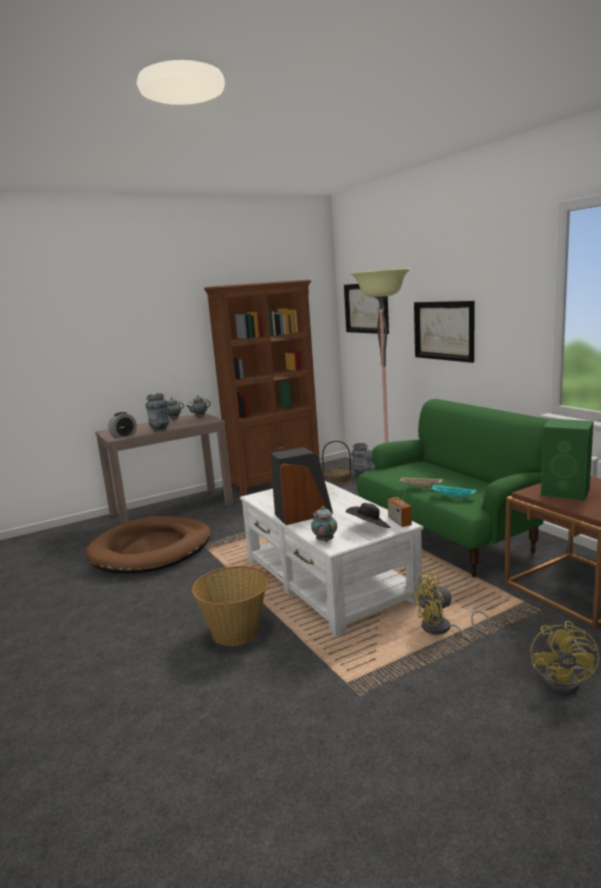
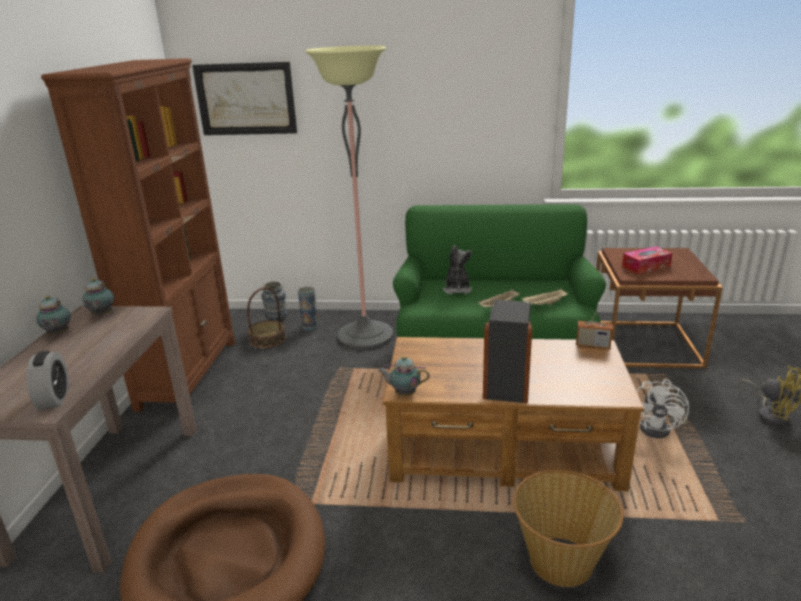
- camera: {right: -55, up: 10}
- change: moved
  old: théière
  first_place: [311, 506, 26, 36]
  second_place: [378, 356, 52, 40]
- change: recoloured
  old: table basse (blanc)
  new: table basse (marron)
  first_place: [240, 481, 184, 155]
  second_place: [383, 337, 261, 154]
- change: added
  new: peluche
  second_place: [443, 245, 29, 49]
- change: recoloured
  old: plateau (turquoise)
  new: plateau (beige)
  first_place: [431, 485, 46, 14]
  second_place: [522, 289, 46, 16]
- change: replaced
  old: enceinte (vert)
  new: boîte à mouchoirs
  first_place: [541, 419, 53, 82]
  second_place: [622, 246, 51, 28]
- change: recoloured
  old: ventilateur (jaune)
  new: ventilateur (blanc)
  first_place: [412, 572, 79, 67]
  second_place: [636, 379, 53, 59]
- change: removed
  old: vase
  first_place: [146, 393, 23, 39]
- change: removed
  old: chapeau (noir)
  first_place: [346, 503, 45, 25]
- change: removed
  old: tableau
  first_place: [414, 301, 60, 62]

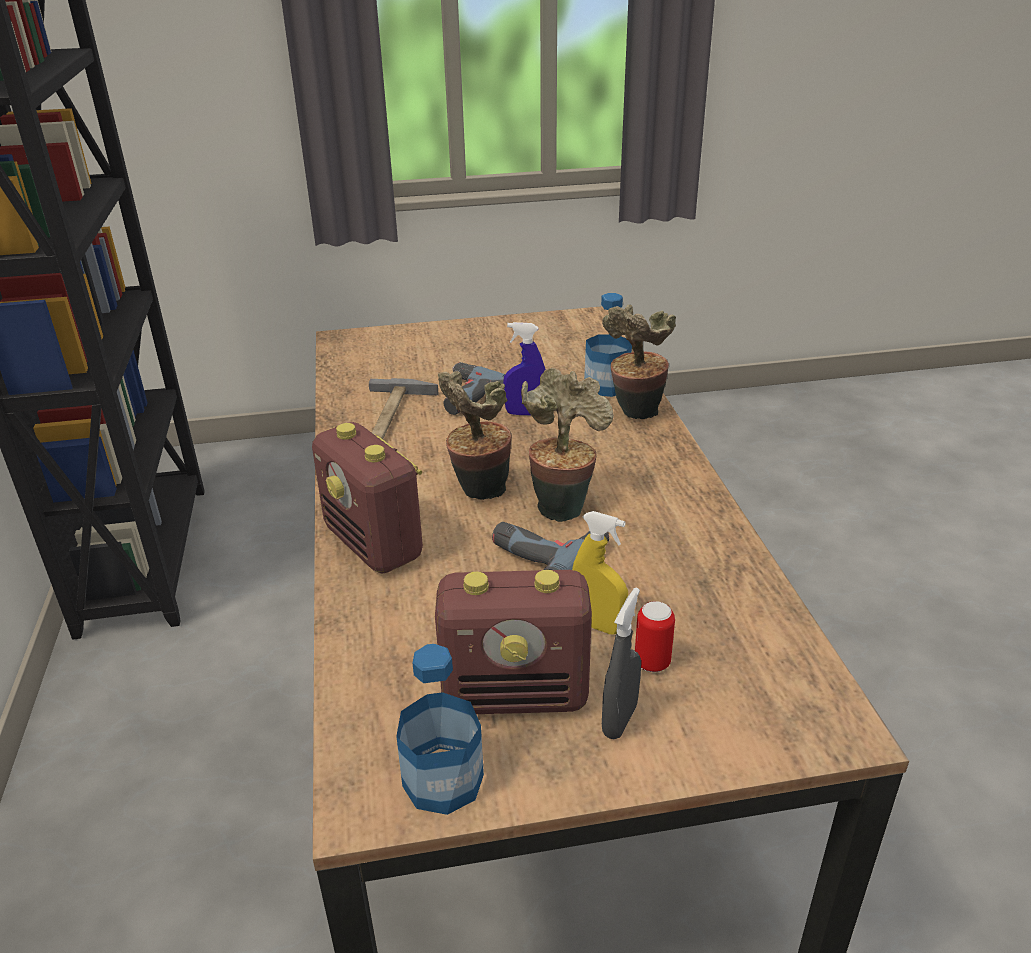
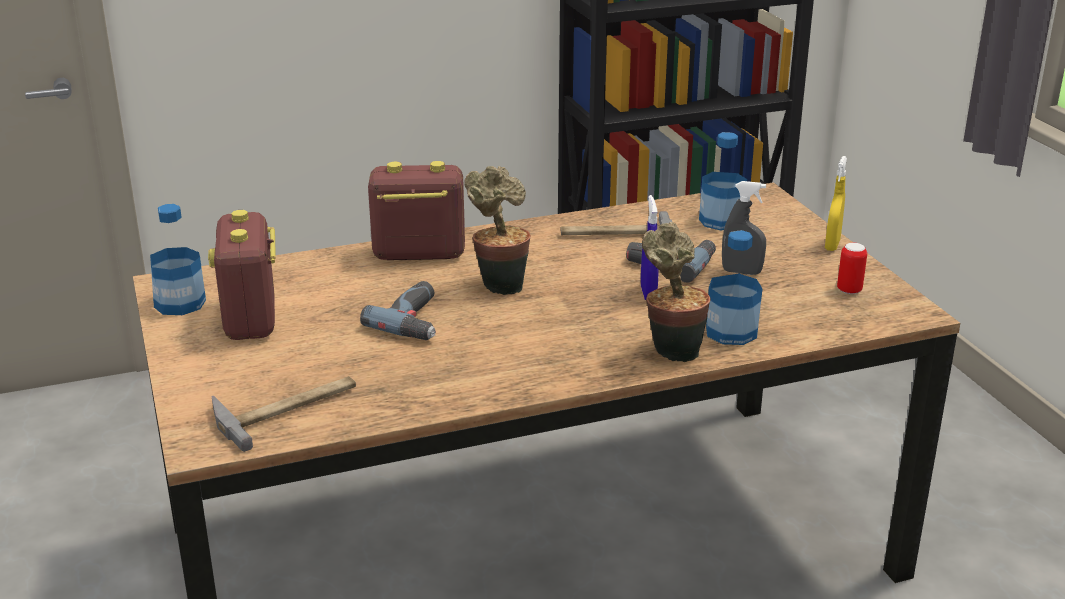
- camera: {right: 80, up: -5}
- change: added
  new: marteau
  second_place: [212, 376, 144, 76]
- change: turned
  old: radio
  first_place: [312, 422, 111, 152]
  second_place: [368, 161, 97, 99]
  degrees: 45
- change: added
  new: bouteille
  second_place: [699, 132, 48, 99]
- change: moved
  old: vaporisateur (gris)
  first_place: [602, 588, 39, 151]
  second_place: [722, 181, 44, 94]
- change: moved
  old: vaporisateur (jaune)
  first_place: [572, 511, 56, 124]
  second_place: [825, 156, 22, 95]
- change: moved
  old: boîte métallique
  first_place: [635, 601, 40, 71]
  second_place: [837, 243, 30, 51]
- change: removed
  old: plante en pot
  first_place: [521, 368, 93, 154]

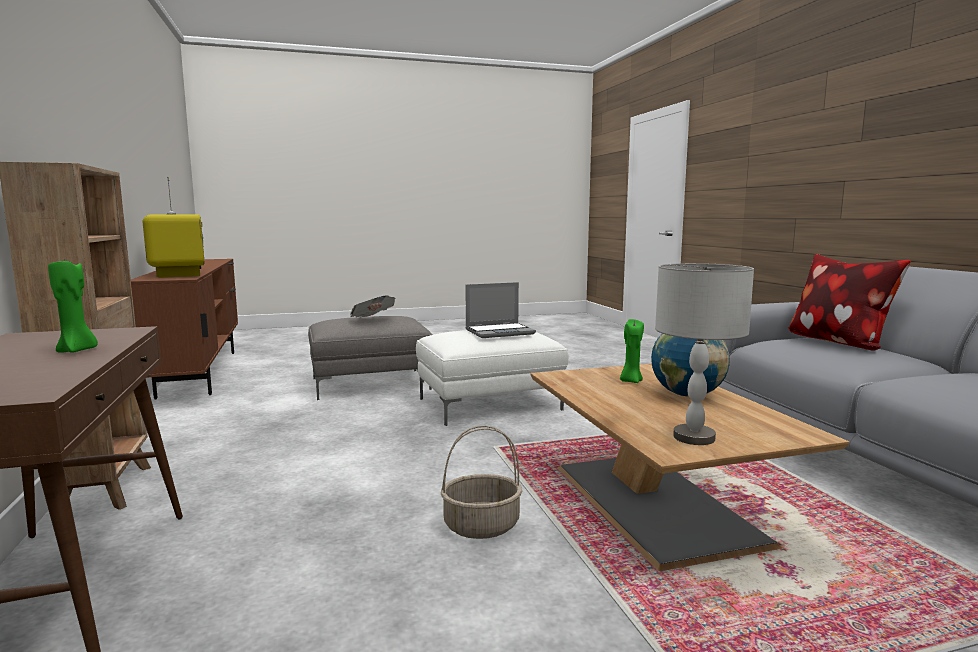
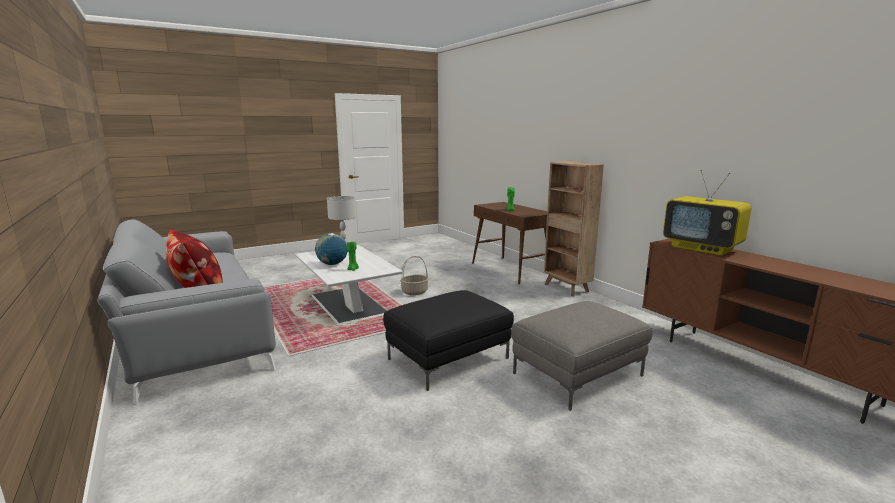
- camera: {right: 165, up: 5}
- change: recoloured
  old: table basse (marron)
  new: table basse (blanc)
  first_place: [530, 364, 319, 207]
  second_place: [295, 245, 108, 80]
- change: recoloured
  old: pouf (blanc)
  new: pouf (noir)
  first_place: [416, 330, 153, 96]
  second_place: [383, 290, 131, 101]
- change: removed
  old: journal
  first_place: [350, 295, 46, 22]
- change: removed
  old: ordinateur portable
  first_place: [466, 282, 70, 56]

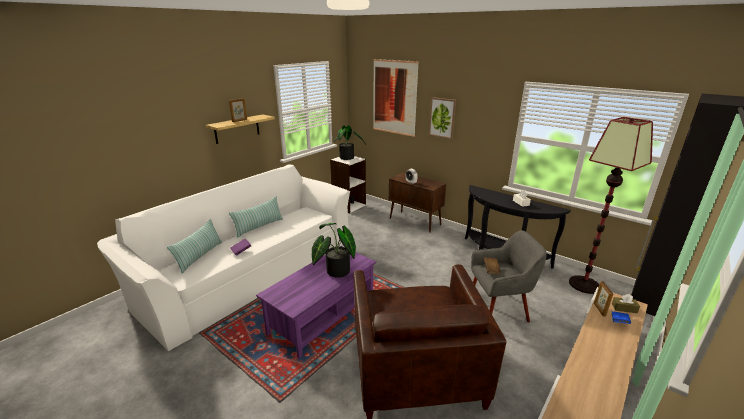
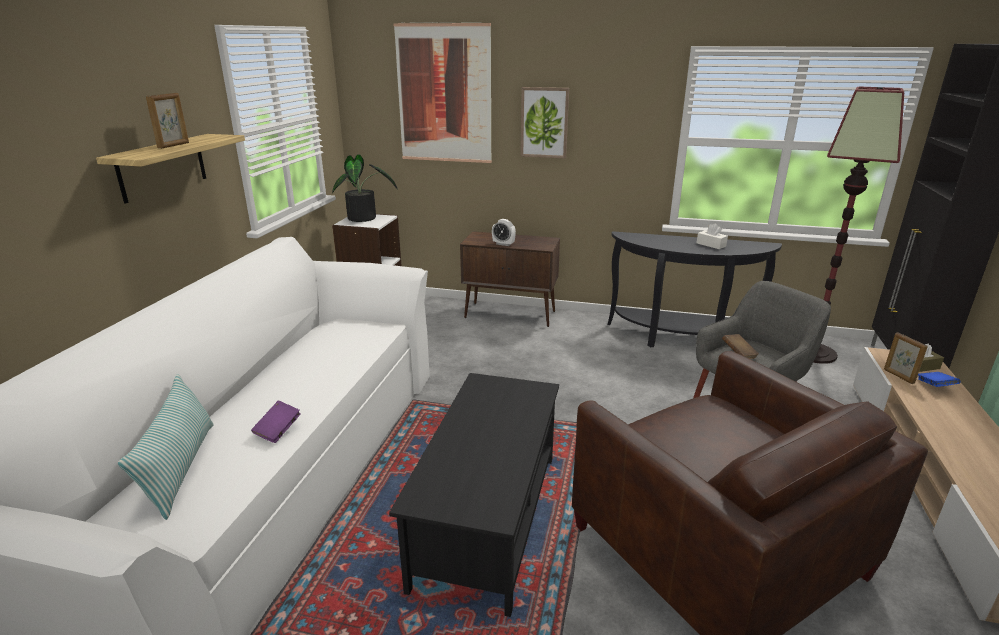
- camera: {right: -25, up: 0}
- change: recoloured
  old: table basse (violet)
  new: table basse (noir)
  first_place: [256, 246, 120, 112]
  second_place: [389, 373, 170, 244]
- change: removed
  old: coussin
  first_place: [229, 196, 54, 42]
- change: removed
  old: plante en pot
  first_place: [312, 223, 44, 55]

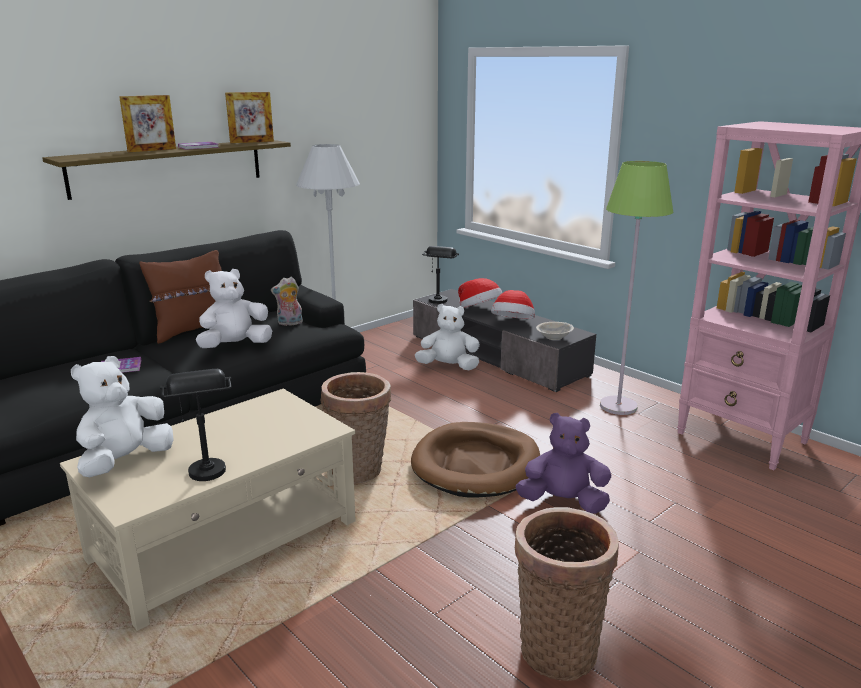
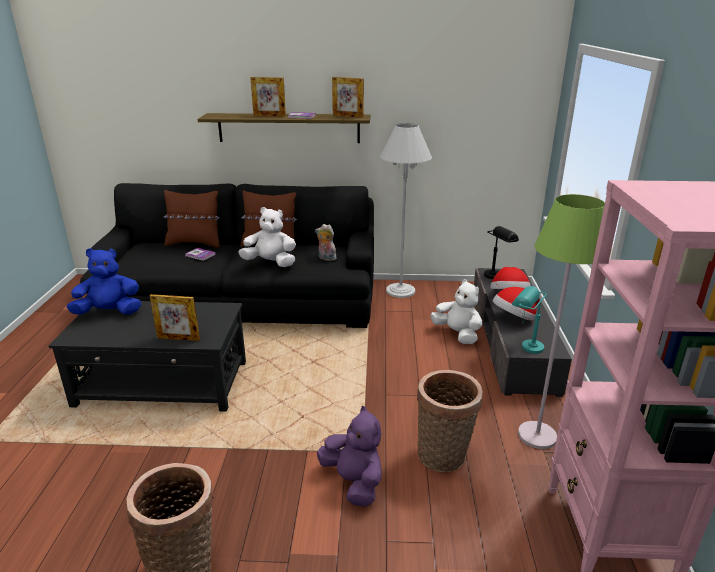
- camera: {right: 45, up: 5}
- change: recoloured
  old: table basse (beige)
  new: table basse (noir)
  first_place: [60, 389, 296, 242]
  second_place: [49, 301, 197, 111]
- change: recoloured
  old: peluche (blanc)
  new: peluche (bleu)
  first_place: [71, 356, 103, 121]
  second_place: [67, 248, 74, 67]
- change: added
  new: cadre photo
  second_place: [150, 294, 50, 47]
- change: added
  new: coussin (marron)
  second_place: [163, 190, 57, 58]
- change: moved
  old: panier
  first_place: [321, 372, 71, 112]
  second_place: [417, 370, 66, 102]
- change: replaced
  old: bol (beige)
  new: lampe de table (turquoise)
  first_place: [536, 322, 38, 18]
  second_place: [512, 286, 35, 68]
- change: removed
  old: lampe de table (noir)
  first_place: [160, 369, 72, 112]
- change: removed
  old: panier pour chien (marron)
  first_place: [411, 422, 129, 76]

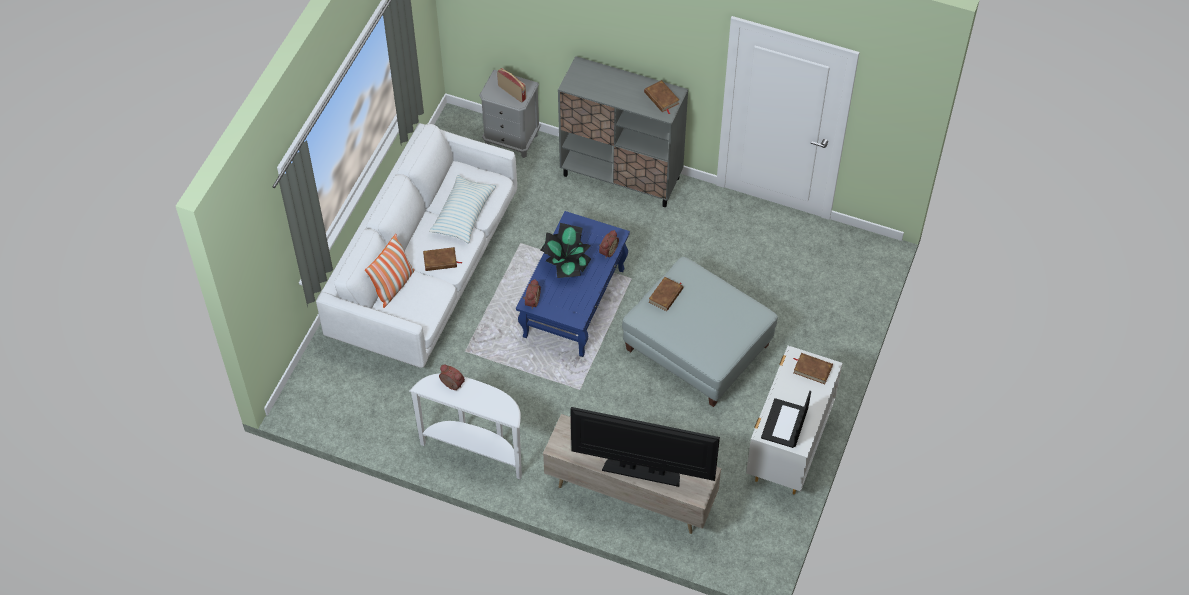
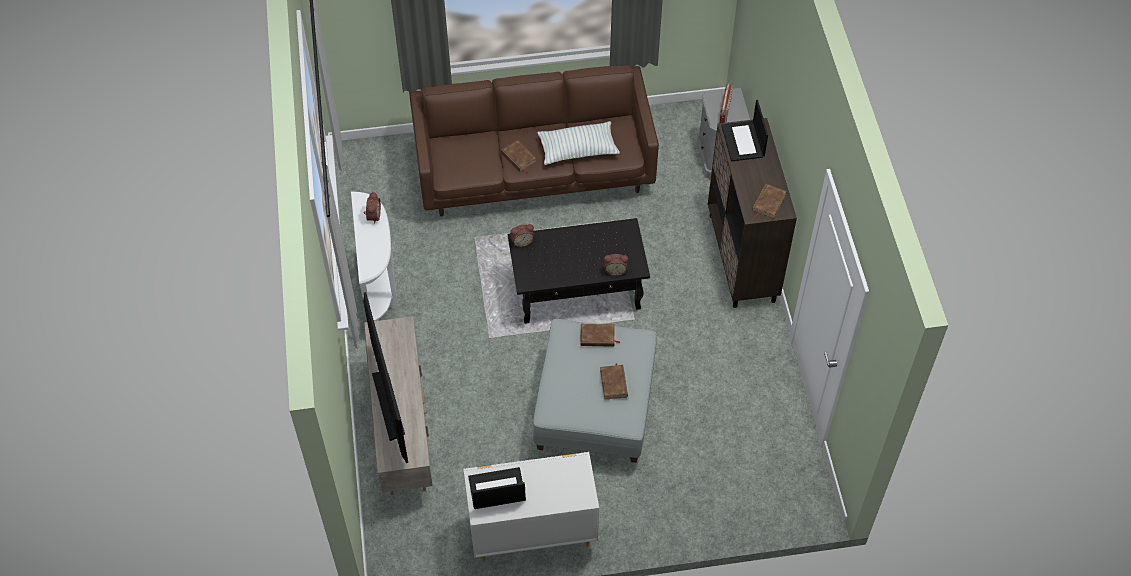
- camera: {right: 60, up: 0}
- change: recoloured
  old: canapé (blanc)
  new: canapé (marron)
  first_place: [316, 123, 201, 245]
  second_place: [409, 65, 250, 151]
- change: recoloured
  old: table basse (bleu)
  new: table basse (noir)
  first_place: [516, 211, 114, 146]
  second_place: [508, 218, 142, 106]
- change: moved
  old: livre (marron)
  first_place: [793, 353, 40, 31]
  second_place: [600, 364, 28, 36]
- change: recoloured
  old: meuble de rangement (gris)
  new: meuble de rangement (marron)
  first_place: [558, 56, 130, 151]
  second_place: [708, 118, 89, 190]
- change: added
  new: ordinateur portable
  second_place: [721, 100, 47, 61]
- change: removed
  old: coussin
  first_place: [365, 234, 50, 74]
- change: removed
  old: plante en pot
  first_place: [540, 223, 51, 55]

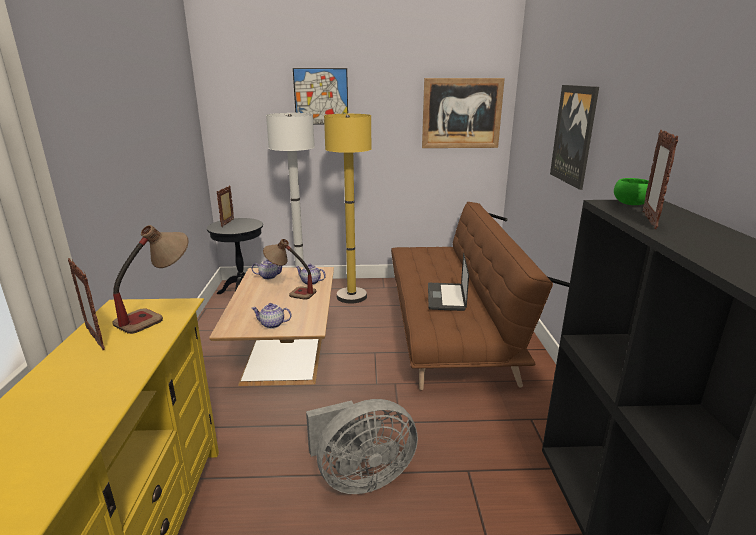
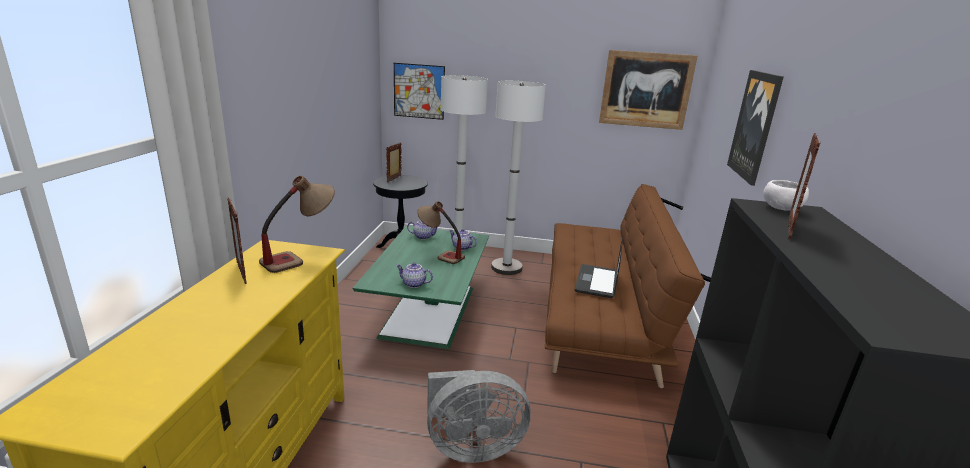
- camera: {right: 10, up: 0}
- change: recoloured
  old: table basse (marron)
  new: table basse (vert)
  first_place: [209, 267, 125, 119]
  second_place: [353, 226, 136, 123]
- change: moved
  old: tableau
  first_place: [293, 68, 55, 57]
  second_place: [394, 63, 51, 57]
- change: recoloured
  old: lampadaire (jaune)
  new: lampadaire (blanc)
  first_place: [324, 114, 47, 189]
  second_place: [491, 81, 55, 194]
- change: recoloured
  old: bol (vert)
  new: bol (blanc)
  first_place: [614, 178, 35, 27]
  second_place: [763, 180, 46, 31]

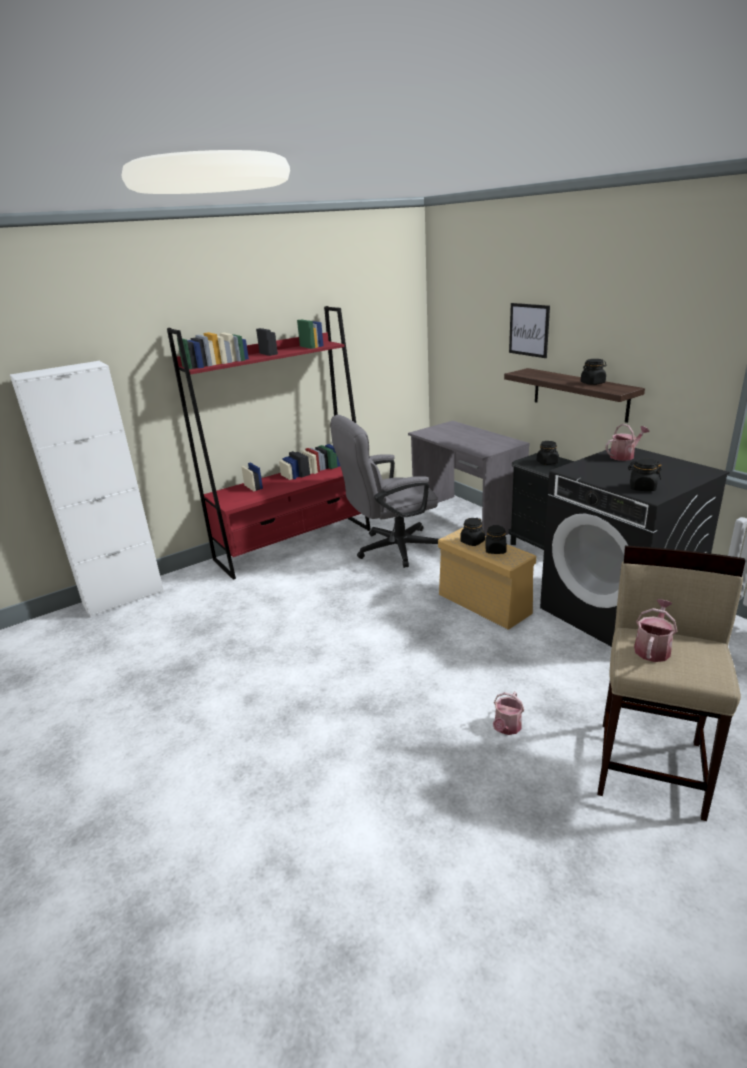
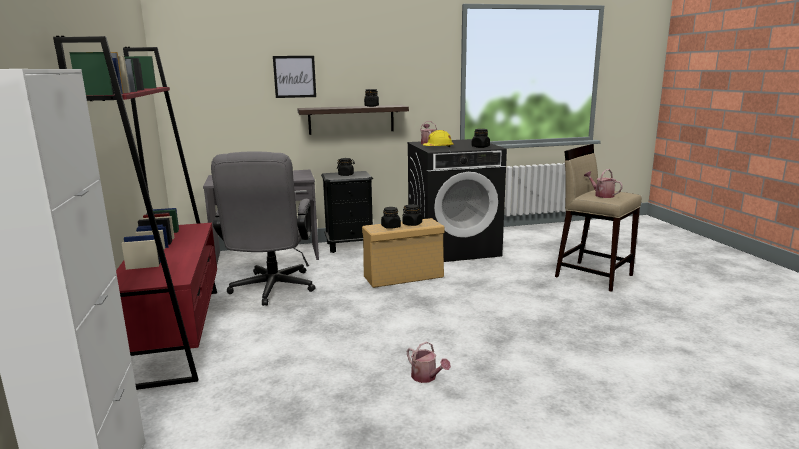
- camera: {right: -70, up: -10}
- change: moved
  old: arrosoir
  first_place: [493, 692, 31, 43]
  second_place: [407, 342, 44, 41]
- change: added
  new: casque de chantier (jaune)
  second_place: [423, 130, 31, 18]

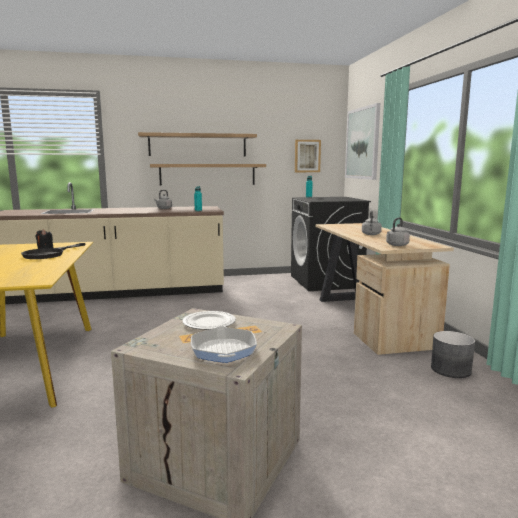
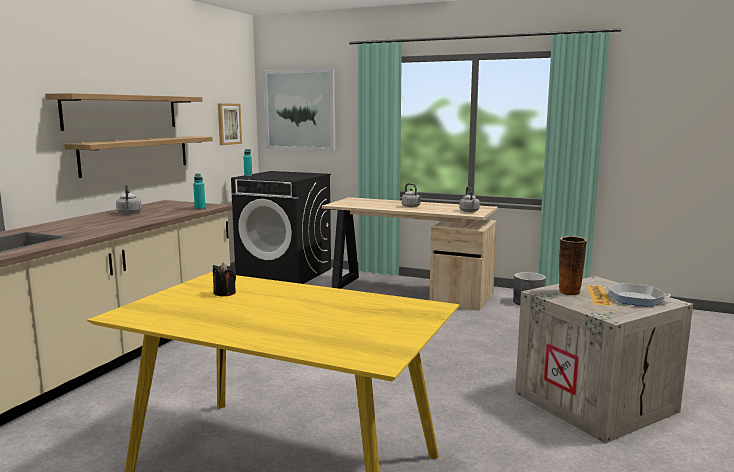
- camera: {right: -55, up: 0}
- change: replaced
  old: assiette
  new: vase
  first_place: [182, 311, 54, 19]
  second_place: [558, 236, 29, 60]
- change: removed
  old: poêle (noir)
  first_place: [21, 243, 65, 16]

